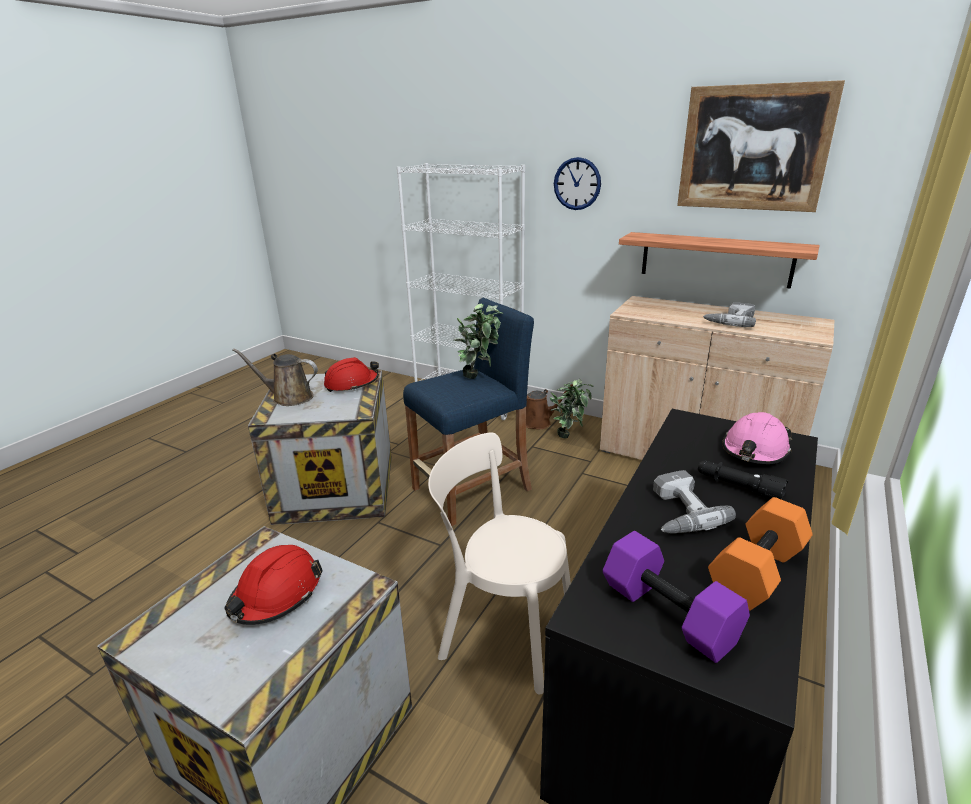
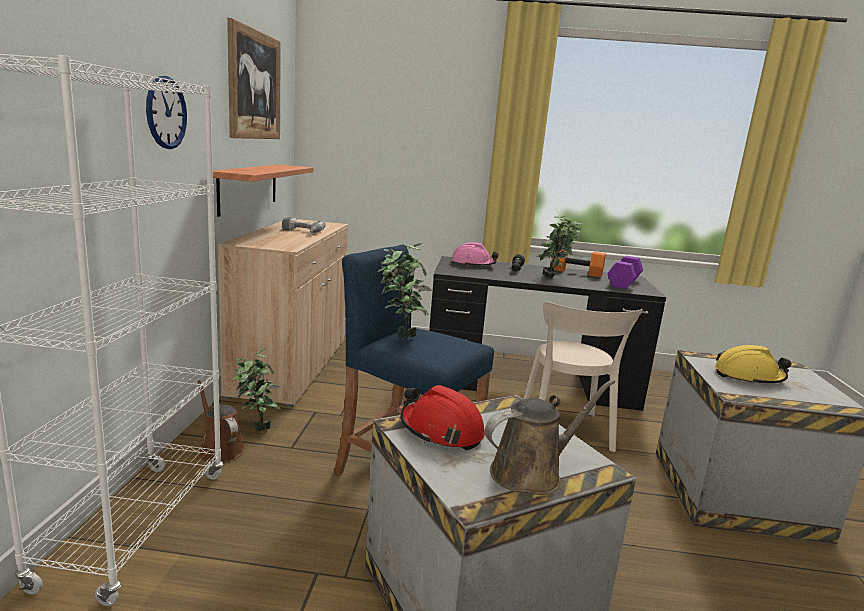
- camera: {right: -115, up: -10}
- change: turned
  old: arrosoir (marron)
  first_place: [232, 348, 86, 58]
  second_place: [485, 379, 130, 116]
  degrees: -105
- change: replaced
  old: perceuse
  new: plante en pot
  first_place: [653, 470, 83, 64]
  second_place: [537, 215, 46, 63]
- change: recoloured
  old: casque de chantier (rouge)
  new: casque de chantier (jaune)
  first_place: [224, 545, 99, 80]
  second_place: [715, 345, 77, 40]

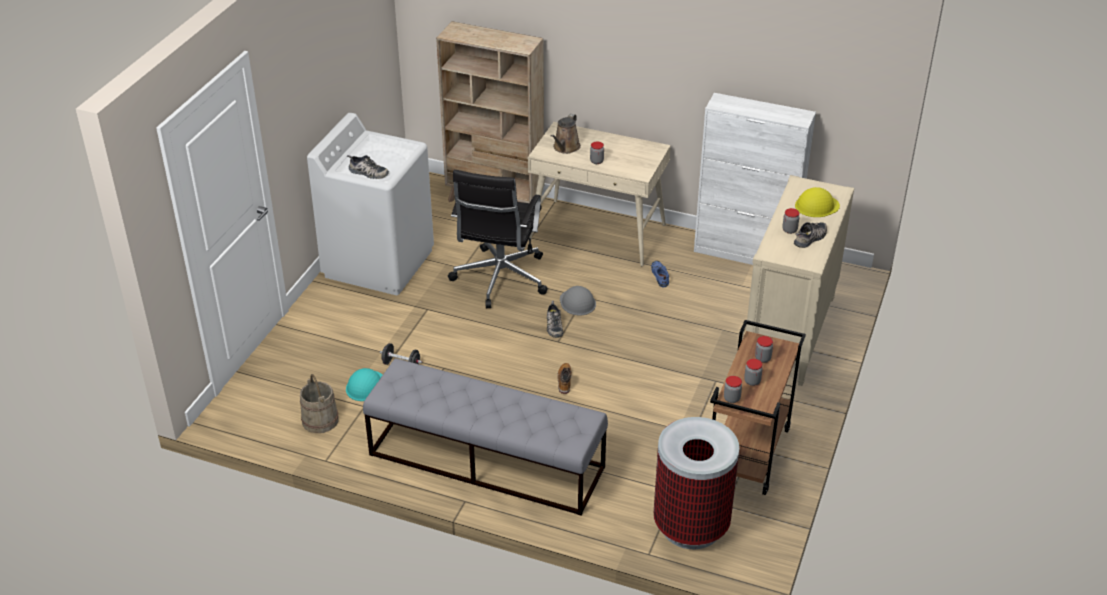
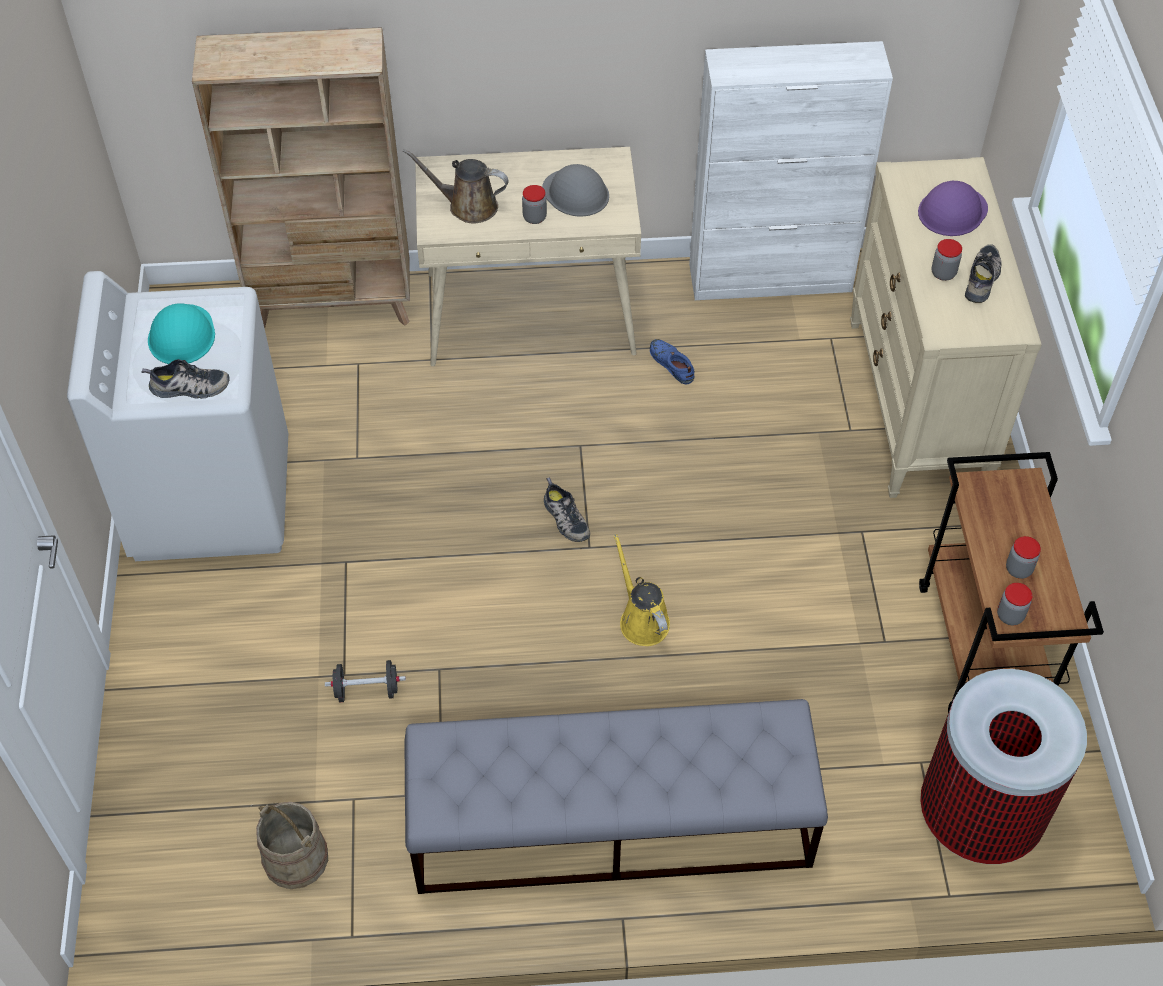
- camera: {right: -25, up: 15}
- change: moved
  old: casque de chantier (turquoise)
  first_place: [346, 368, 36, 33]
  second_place: [148, 303, 67, 61]
- change: turned
  old: arrosoir (marron)
  first_place: [551, 114, 30, 40]
  second_place: [403, 149, 106, 74]
  degrees: 105
- change: moved
  old: casque de chantier (gris)
  first_place: [560, 286, 36, 30]
  second_place: [542, 164, 67, 52]
- change: replaced
  old: botte
  new: arrosoir (jaune)
  first_place: [557, 363, 15, 31]
  second_place: [614, 534, 56, 112]
- change: recoloured
  old: casque de chantier (jaune)
  new: casque de chantier (violet)
  first_place: [795, 187, 45, 30]
  second_place: [918, 181, 70, 55]
- change: removed
  old: chaise de bureau (noir)
  first_place: [448, 170, 100, 138]
- change: removed
  old: bocal
  first_place: [755, 336, 18, 27]

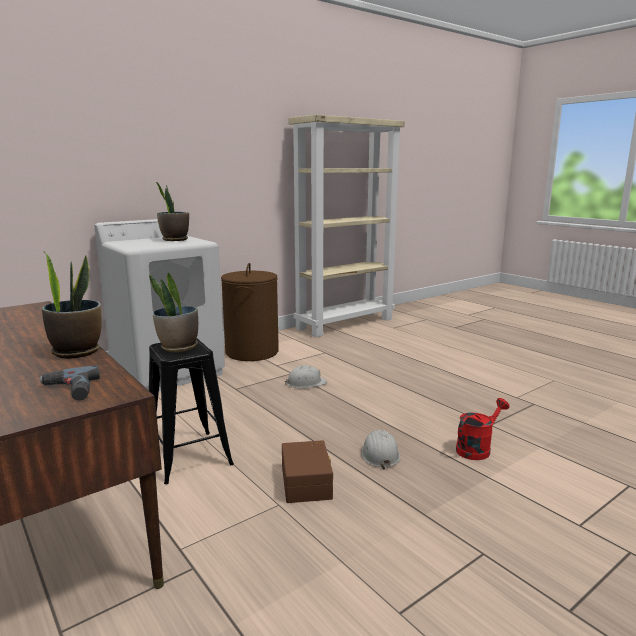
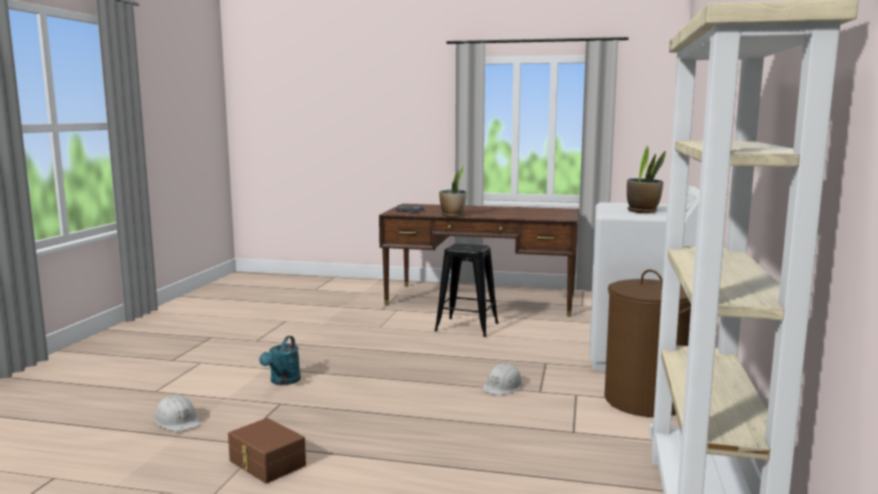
- camera: {right: 140, up: -5}
- change: moved
  old: casque de chantier (blanc)
  first_place: [361, 430, 40, 40]
  second_place: [154, 395, 46, 37]
- change: moved
  old: boîte de rangement (marron)
  first_place: [282, 440, 51, 63]
  second_place: [228, 418, 78, 65]
- change: recoloured
  old: arrosoir (rouge)
  new: arrosoir (turquoise)
  first_place: [456, 398, 53, 62]
  second_place: [259, 336, 42, 49]
- change: removed
  old: plante en pot
  first_place: [149, 273, 49, 79]

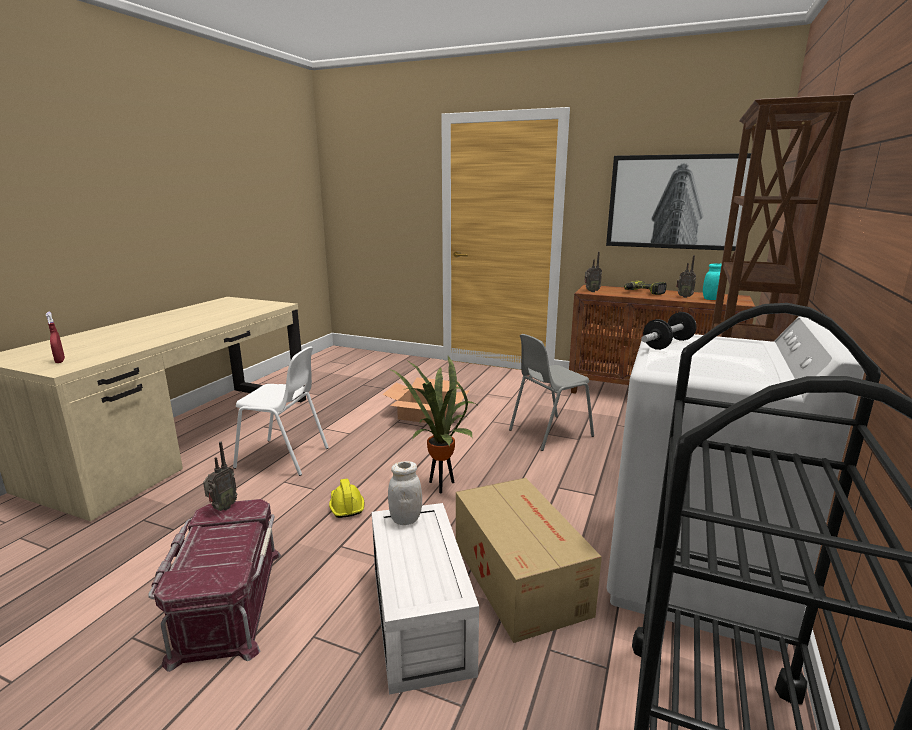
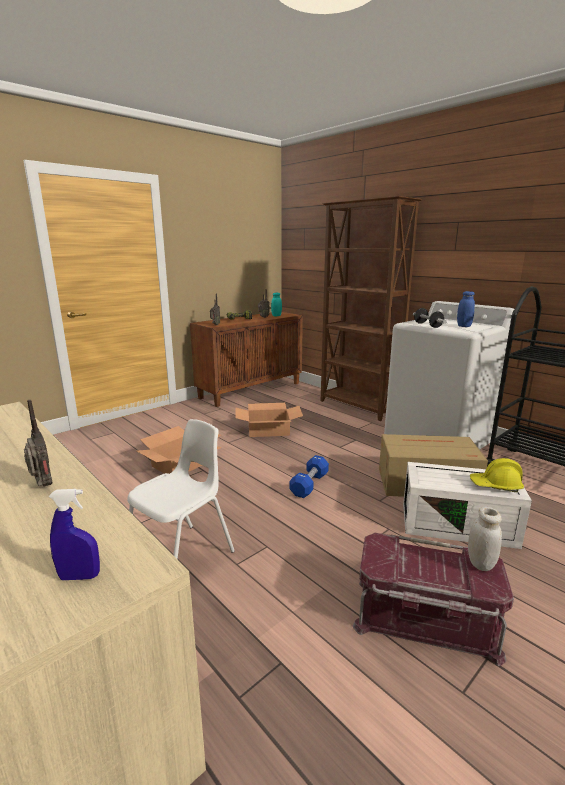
- camera: {right: -65, up: 0}
- change: moved
  old: radio
  first_place: [203, 442, 35, 69]
  second_place: [24, 400, 28, 86]
- change: recoloured
  old: vaporisateur (rouge)
  new: vaporisateur (bleu)
  first_place: [46, 312, 19, 51]
  second_place: [49, 489, 51, 91]
- change: replaced
  old: chaise (gris)
  new: carton
  first_place: [509, 334, 85, 117]
  second_place: [235, 403, 68, 34]
- change: replaced
  old: plante en pot
  new: haltère (bleu)
  first_place: [389, 356, 91, 137]
  second_place: [290, 455, 39, 43]
- change: added
  new: bocal (bleu)
  second_place: [457, 291, 18, 36]
- change: moved
  old: bocal (blanc)
  first_place: [388, 461, 34, 64]
  second_place: [468, 507, 34, 64]
- change: moved
  old: casque de chantier (jaune)
  first_place: [329, 479, 35, 39]
  second_place: [470, 458, 54, 34]
- change: removed
  old: tableau
  first_place: [606, 153, 145, 98]

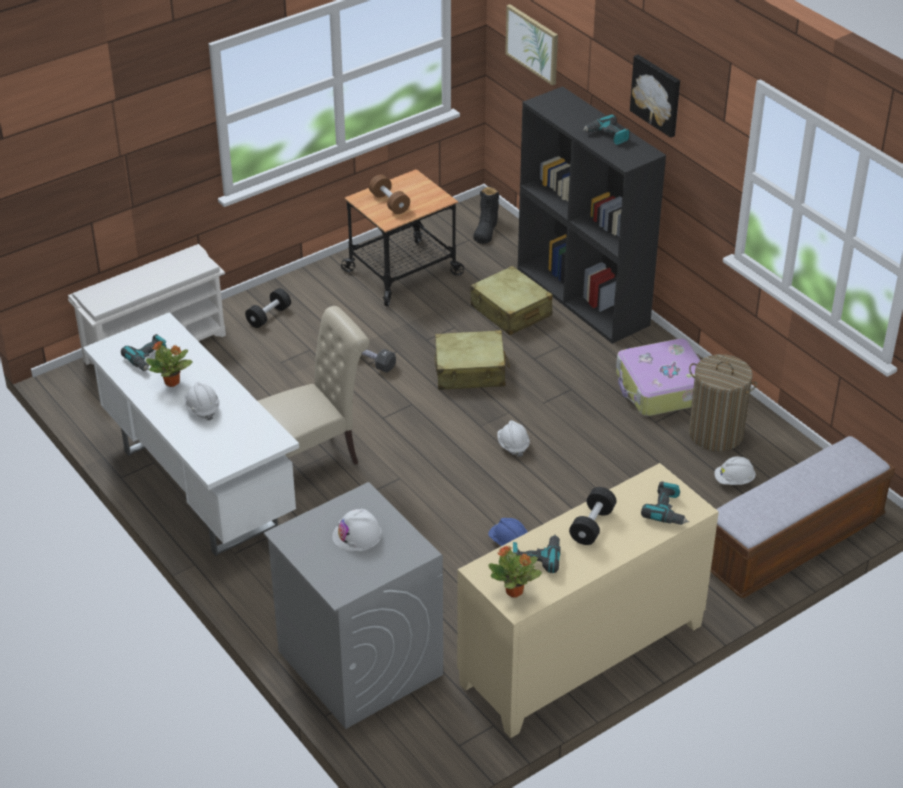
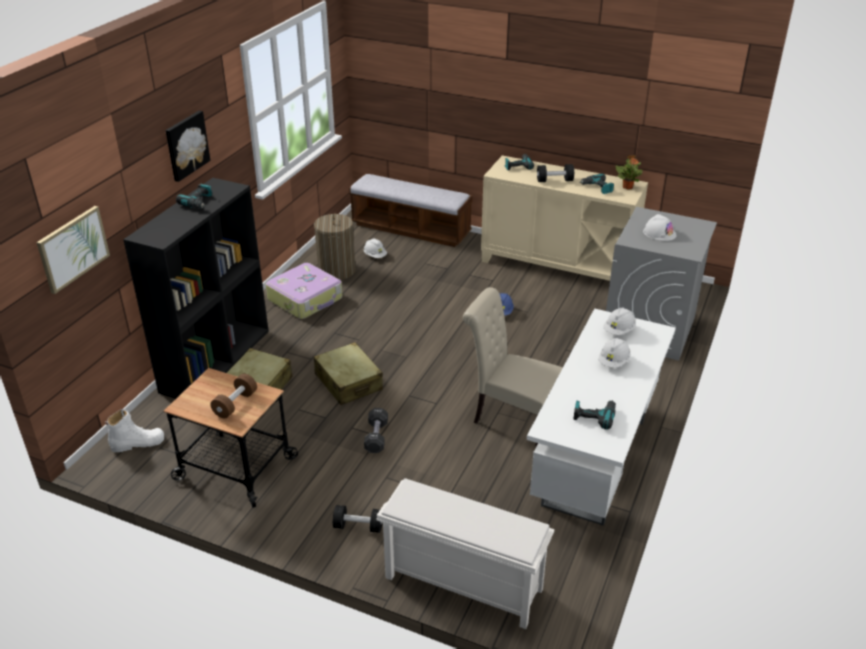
- camera: {right: -120, up: -5}
- change: recoloured
  old: botte (noir)
  new: botte (blanc)
  first_place: [473, 186, 26, 58]
  second_place: [105, 409, 59, 44]
- change: moved
  old: casque de chantier (blanc)
  first_place: [497, 420, 33, 37]
  second_place: [603, 308, 33, 27]
- change: removed
  old: plante en pot
  first_place: [146, 340, 47, 47]

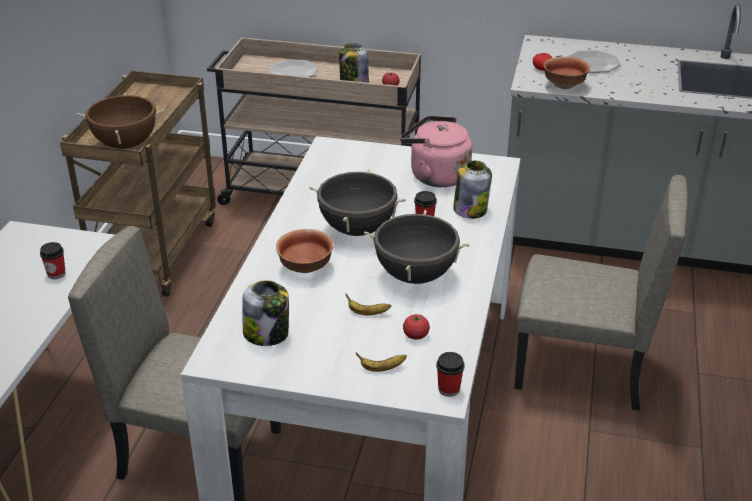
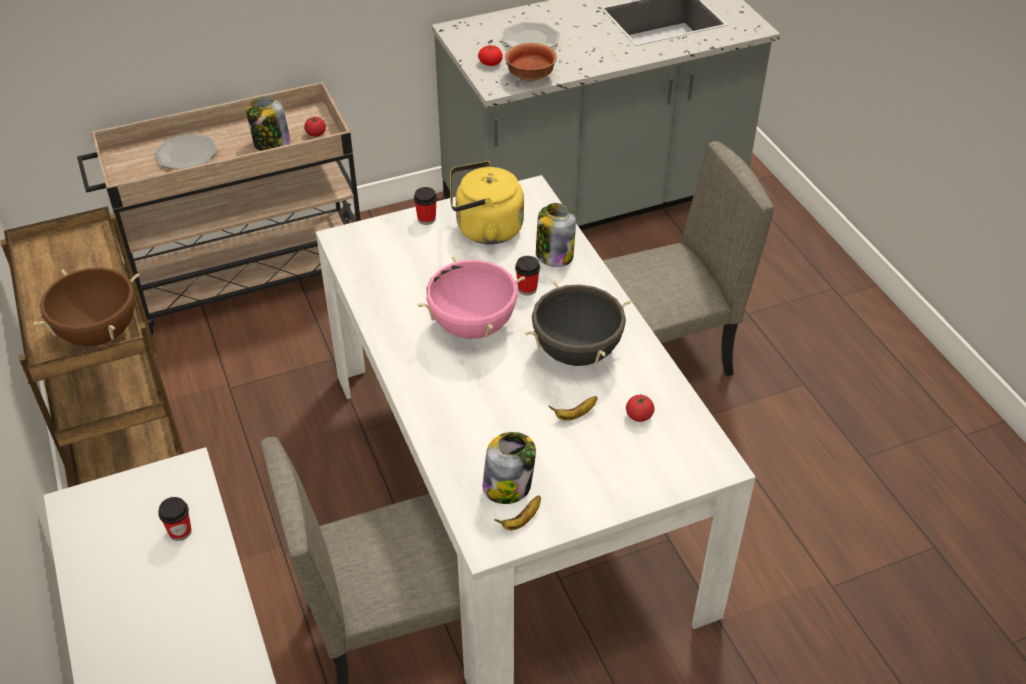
- camera: {right: -35, up: 10}
- change: moved
  old: tasse
  first_place: [436, 352, 29, 45]
  second_place: [414, 187, 23, 38]
- change: recoloured
  old: marmite (noir)
  new: marmite (rose)
  first_place: [309, 168, 97, 68]
  second_place: [417, 256, 108, 83]
- change: recoloured
  old: bouilloire (rose)
  new: bouilloire (jaune)
  first_place: [400, 116, 72, 71]
  second_place: [450, 161, 74, 83]
- change: moved
  old: banane
  first_place: [355, 352, 52, 20]
  second_place: [494, 495, 47, 35]
- change: removed
  old: bol
  first_place: [276, 229, 58, 44]

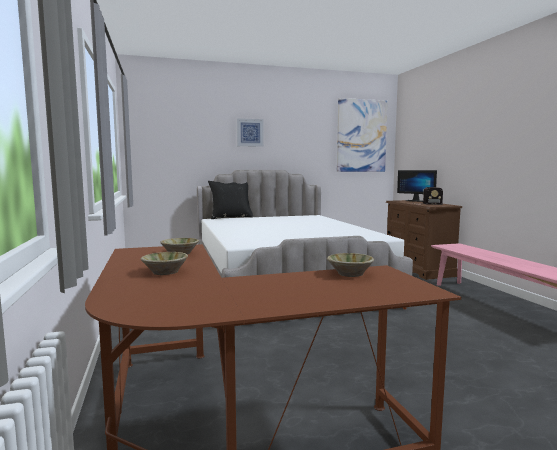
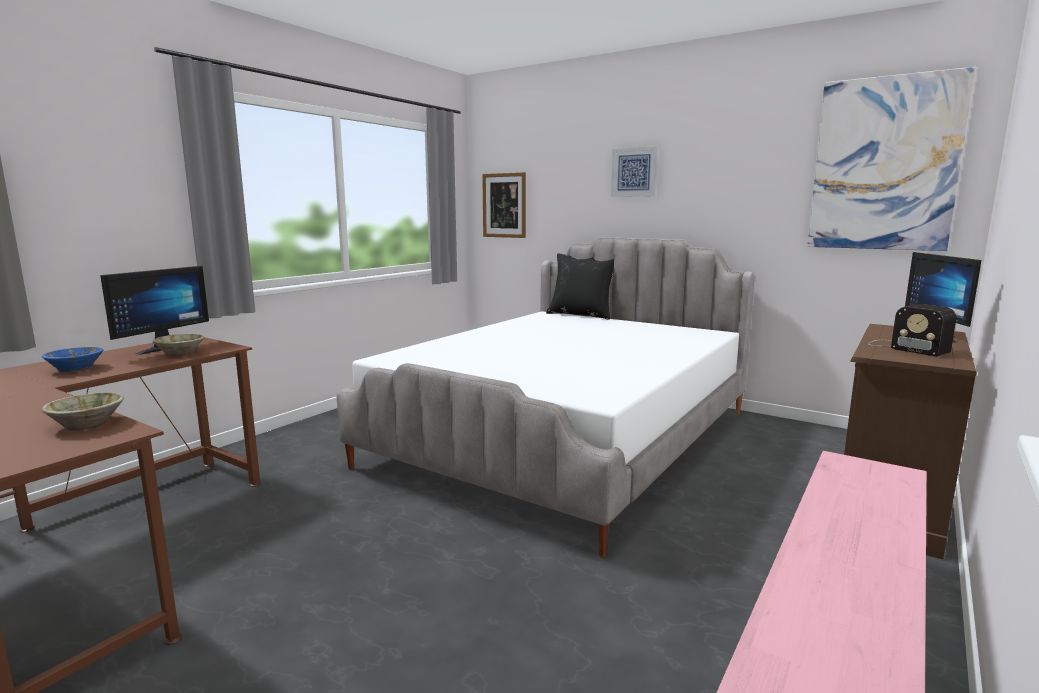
- camera: {right: 50, up: 5}
- change: recoloured
  old: bol (beige)
  new: bol (bleu)
  first_place: [141, 252, 47, 23]
  second_place: [42, 347, 61, 26]
- change: added
  new: écran d'ordinateur
  second_place: [100, 266, 109, 89]
- change: added
  new: tableau
  second_place: [482, 172, 44, 66]

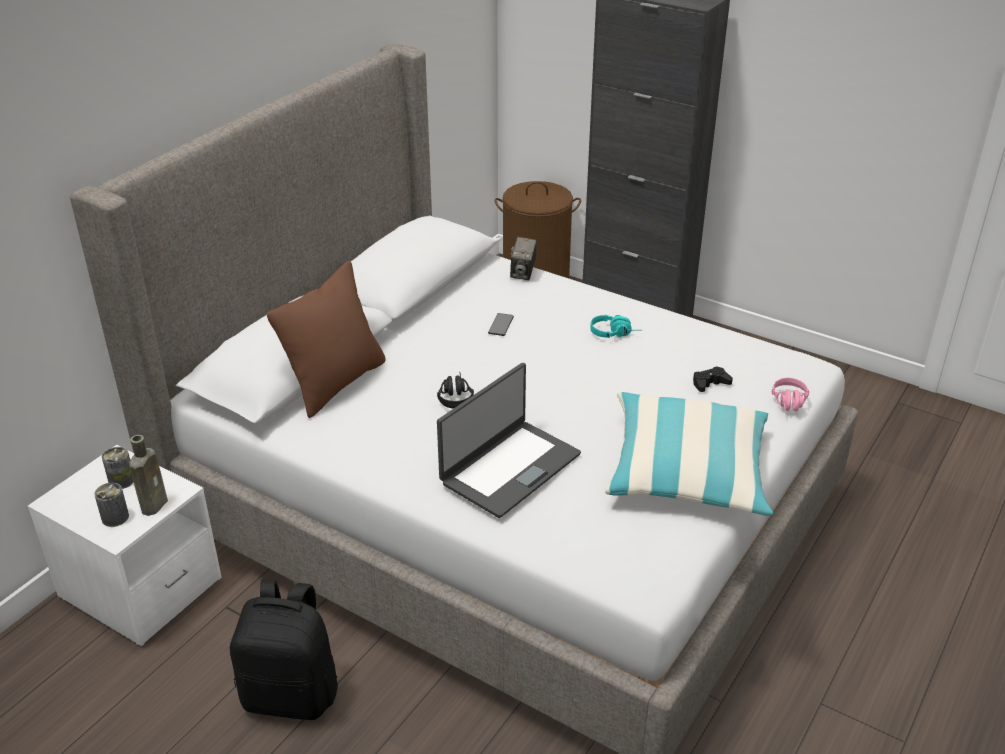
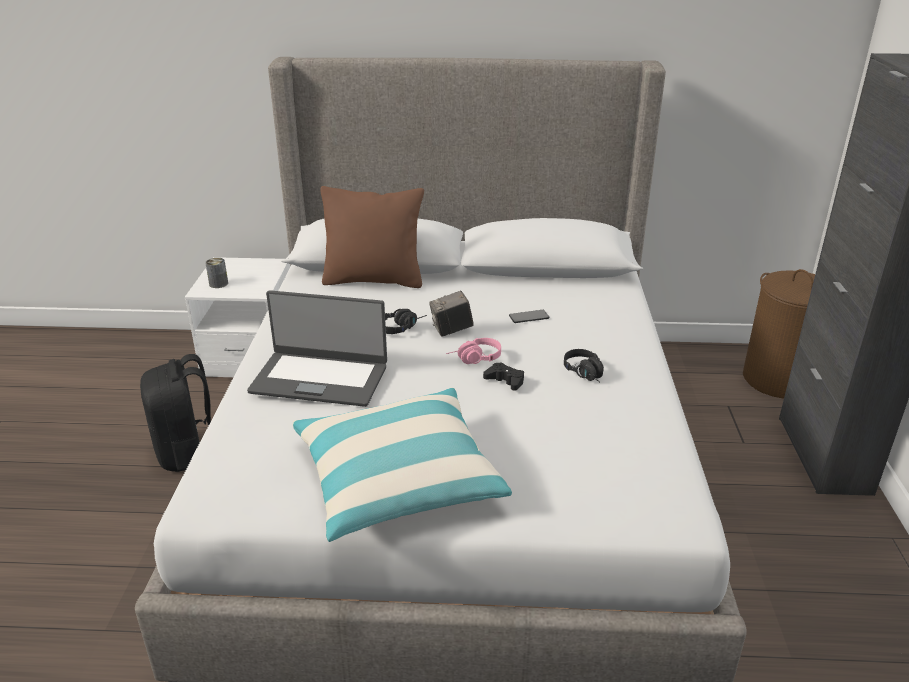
- camera: {right: 60, up: -5}
- change: moved
  old: appareil photo
  first_place: [510, 237, 27, 43]
  second_place: [429, 291, 45, 46]
- change: moved
  old: casque audio (rose)
  first_place: [772, 378, 37, 36]
  second_place: [446, 338, 55, 26]
- change: moved
  old: manette (noir)
  first_place: [693, 366, 40, 26]
  second_place: [483, 362, 41, 29]
- change: recoloured
  old: casque audio (turquoise)
  new: casque audio (noir)
  first_place: [590, 315, 42, 23]
  second_place: [564, 349, 40, 33]
- change: removed
  old: boîte métallique
  first_place: [102, 447, 32, 42]
- change: removed
  old: bouteille (marron)
  first_place: [129, 435, 39, 81]

